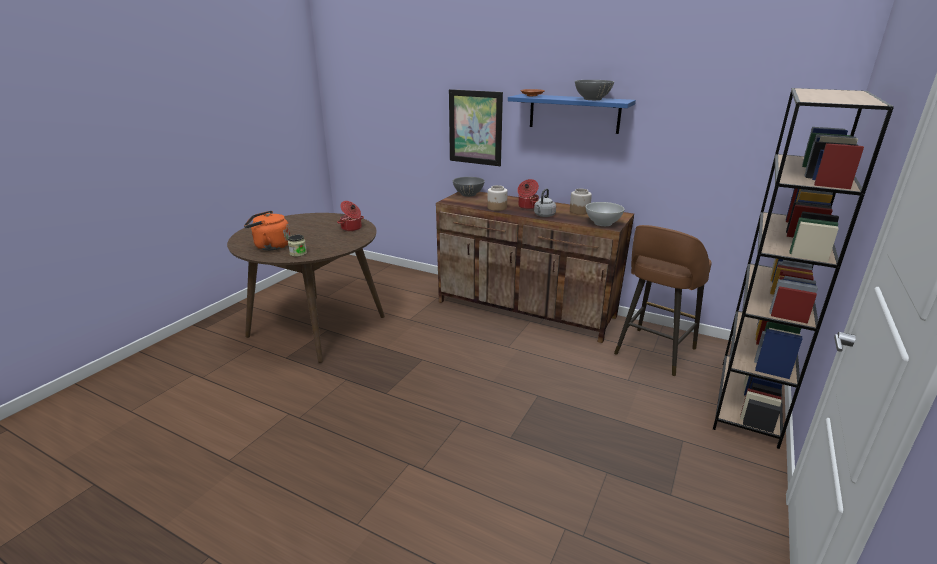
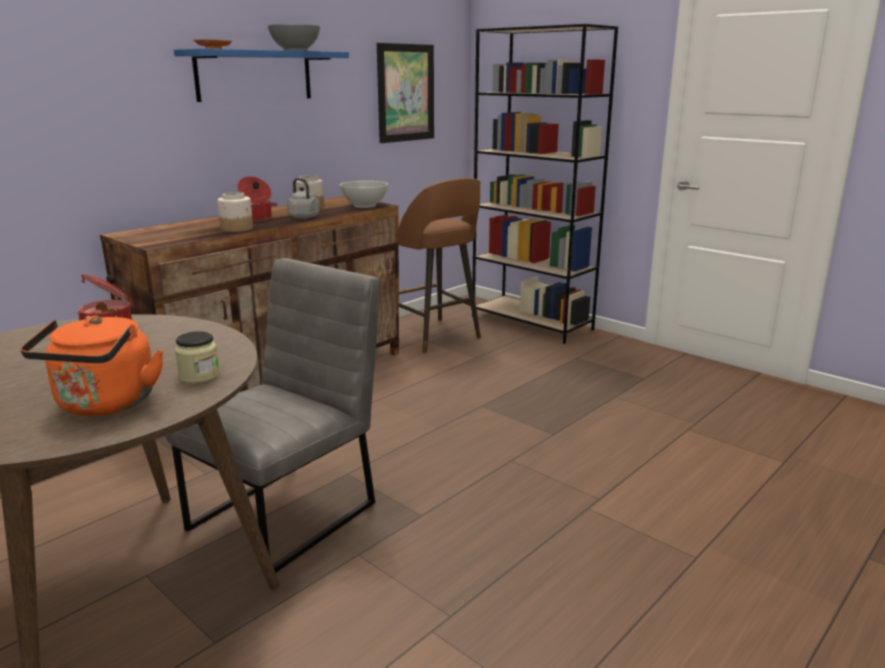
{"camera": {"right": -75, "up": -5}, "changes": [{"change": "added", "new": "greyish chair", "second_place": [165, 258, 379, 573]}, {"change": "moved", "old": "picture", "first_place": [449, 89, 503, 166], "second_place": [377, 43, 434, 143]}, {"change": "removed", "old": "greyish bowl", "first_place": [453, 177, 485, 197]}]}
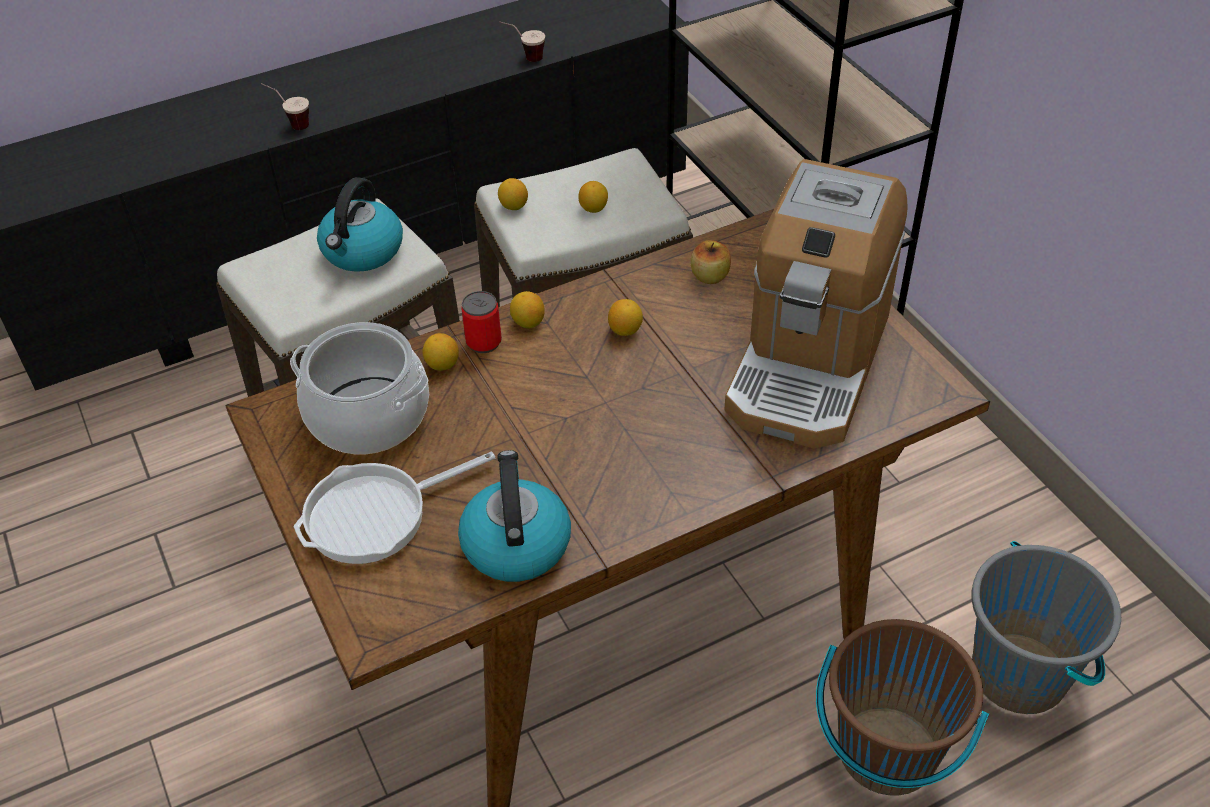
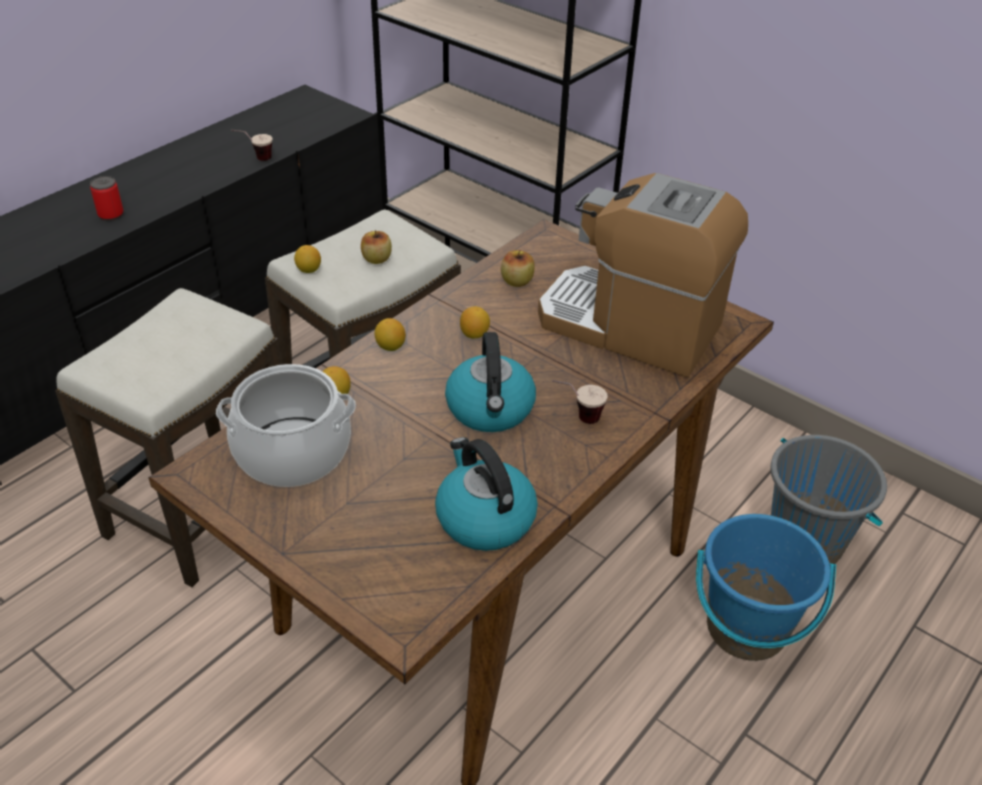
{"camera": {"right": -25, "up": -5}, "changes": [{"change": "moved", "old": "metal can", "first_place": [461, 291, 502, 353], "second_place": [90, 176, 124, 221]}, {"change": "replaced", "old": "whole lemon", "new": "apple", "first_place": [578, 181, 608, 213], "second_place": [361, 230, 392, 264]}, {"change": "moved", "old": "tea kettle", "first_place": [317, 177, 403, 272], "second_place": [445, 332, 536, 432]}, {"change": "turned", "old": "coffee machine", "first_place": [724, 159, 908, 448], "second_place": [538, 173, 748, 377], "degrees": 120}, {"change": "moved", "old": "drinking cup", "first_place": [261, 83, 309, 130], "second_place": [552, 380, 608, 424]}, {"change": "recoloured", "old": "brown bucket", "new": "bluish bucket", "first_place": [816, 619, 989, 795], "second_place": [696, 514, 836, 661]}, {"change": "removed", "old": "frying pan", "first_place": [294, 452, 495, 564]}]}
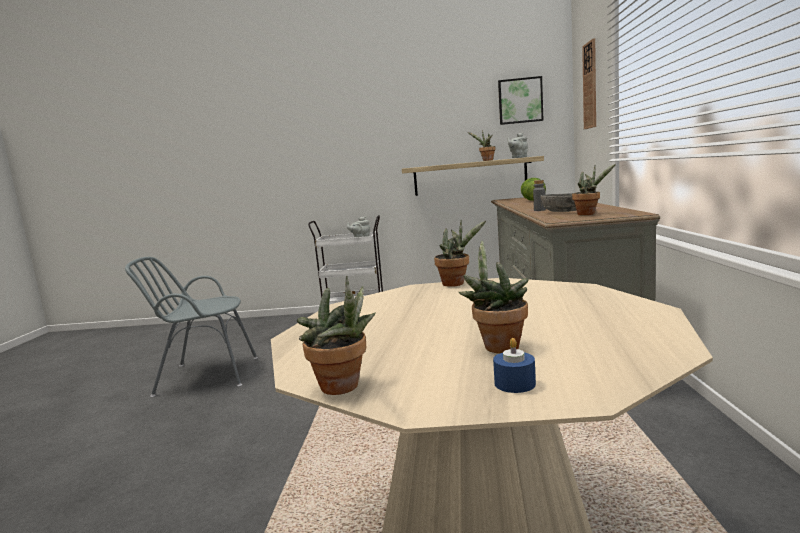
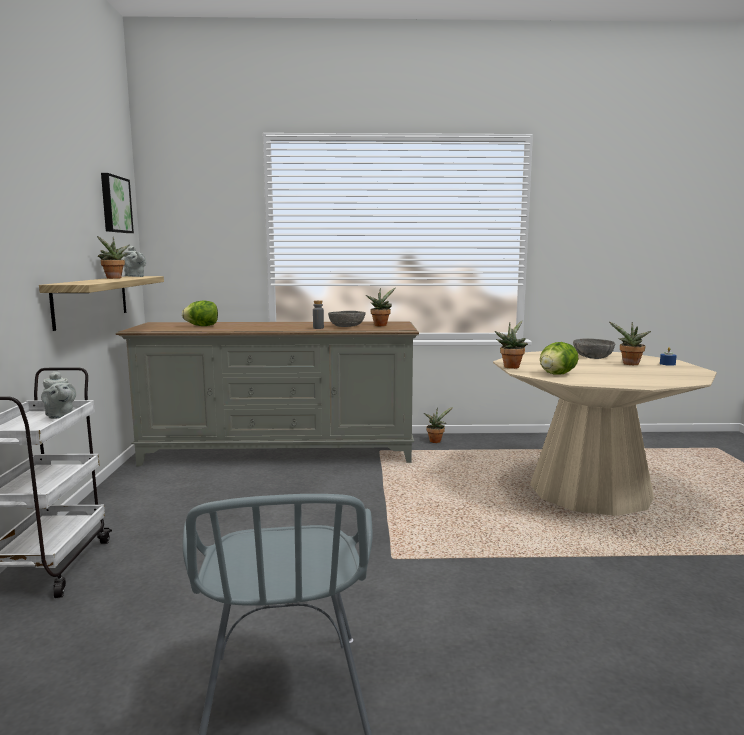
{"camera": {"right": -95, "up": 0}, "changes": [{"change": "moved", "old": "houseplant", "first_place": [297, 276, 376, 395], "second_place": [424, 407, 453, 443]}, {"change": "added", "new": "head of lettuce", "second_place": [540, 342, 579, 375]}, {"change": "added", "new": "greyish bowl", "second_place": [573, 339, 615, 359]}, {"change": "removed", "old": "hanging clock", "first_place": [582, 38, 596, 129]}]}
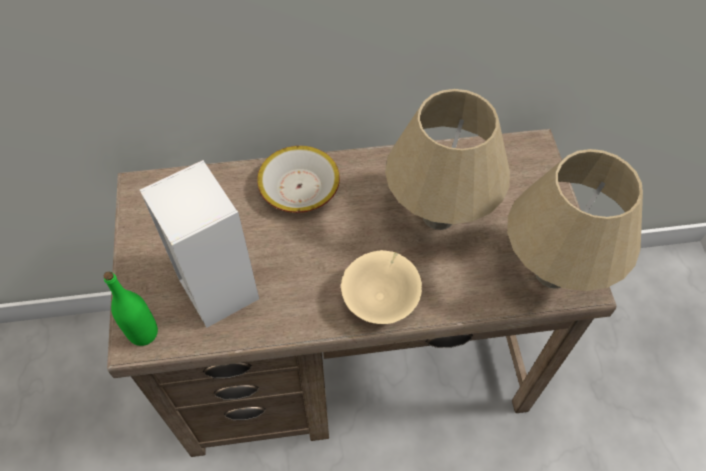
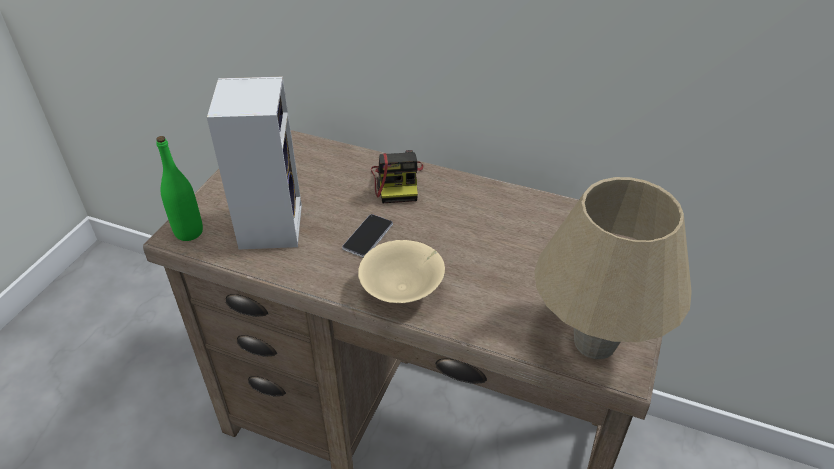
{"camera": {"right": 30, "up": -15}, "changes": [{"change": "added", "new": "handset", "second_place": [342, 214, 393, 257]}, {"change": "replaced", "old": "bowl", "new": "still camera", "first_place": [257, 146, 340, 213], "second_place": [371, 150, 423, 204]}, {"change": "removed", "old": "beige table lamp", "first_place": [385, 89, 510, 230]}]}
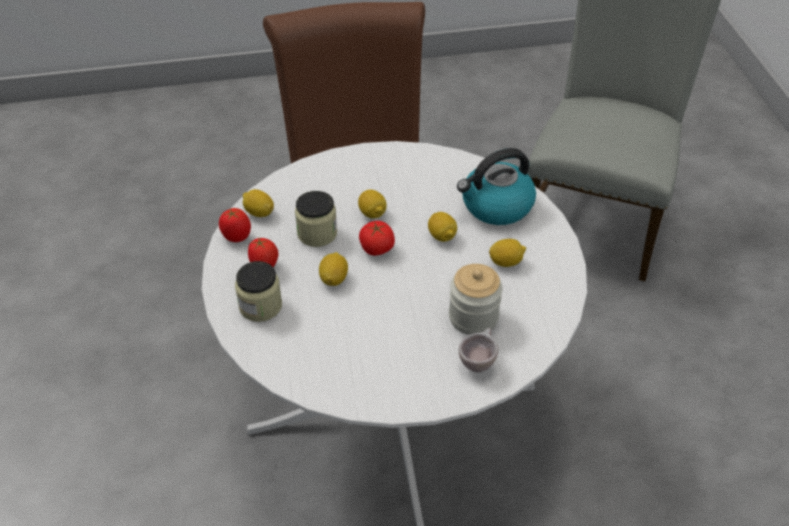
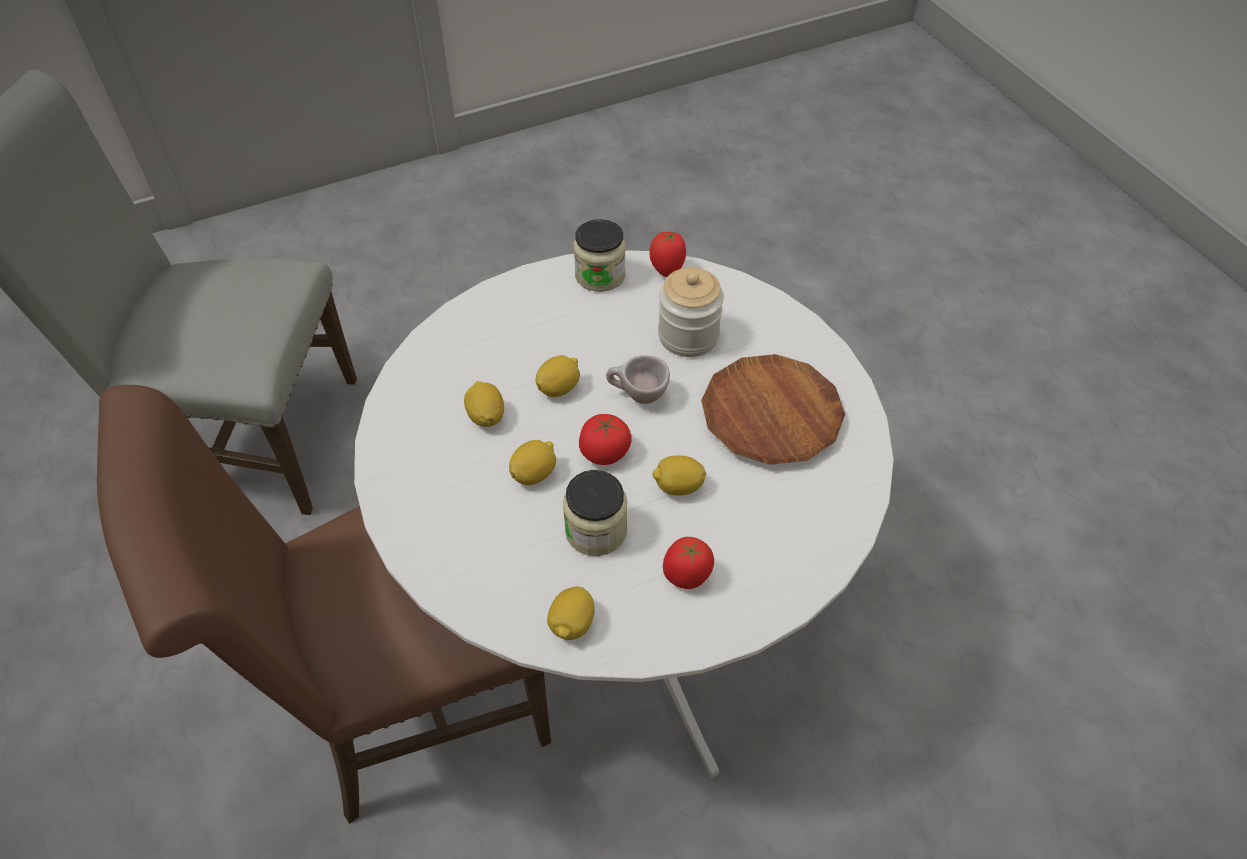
{"camera": {"right": -105, "up": 5}, "changes": [{"change": "moved", "old": "whole lemon", "first_place": [489, 239, 526, 267], "second_place": [464, 381, 504, 427]}, {"change": "moved", "old": "storage jar", "first_place": [235, 261, 282, 322], "second_place": [574, 219, 626, 292]}, {"change": "moved", "old": "beige drinking cup", "first_place": [459, 328, 498, 372], "second_place": [606, 355, 670, 404]}, {"change": "moved", "old": "fresh tomato", "first_place": [219, 208, 251, 242], "second_place": [650, 231, 686, 277]}, {"change": "added", "new": "brown flat dish", "second_place": [701, 354, 845, 465]}, {"change": "removed", "old": "tea kettle", "first_place": [457, 148, 536, 225]}]}
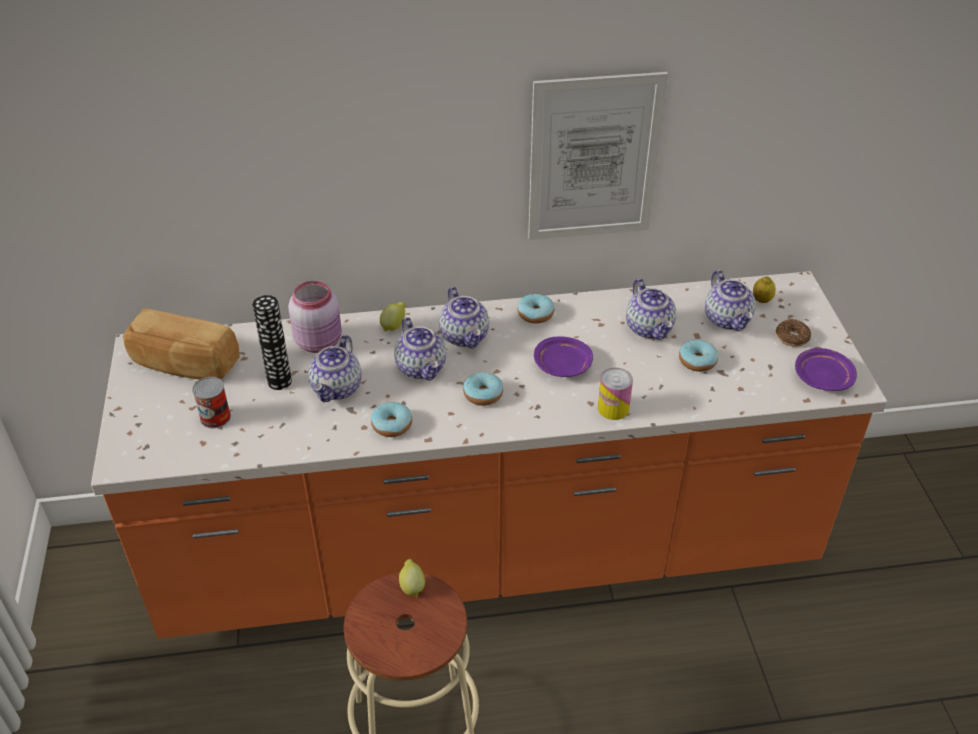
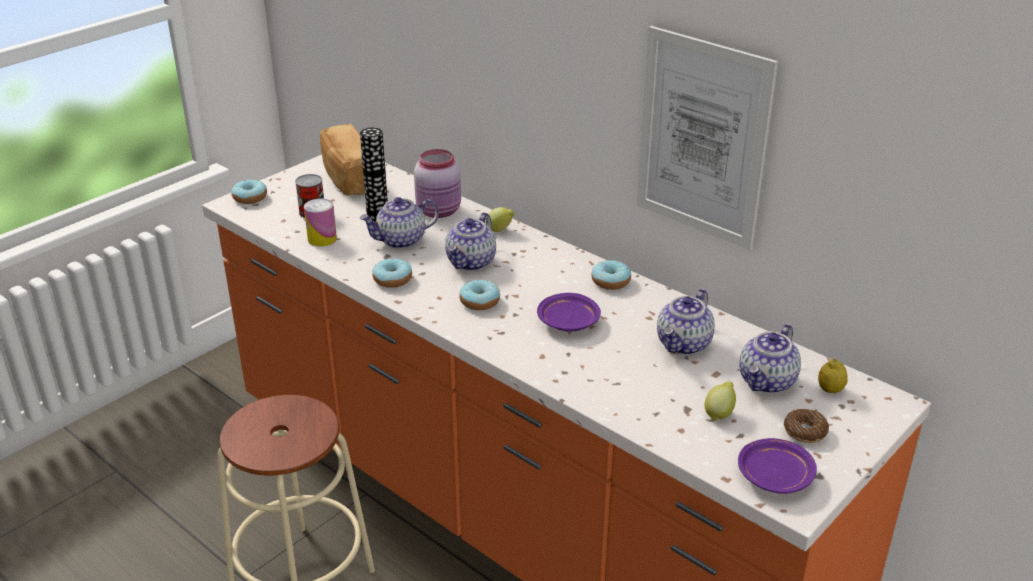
{"camera": {"right": 50, "up": -10}, "changes": [{"change": "moved", "old": "doughnut", "first_place": [679, 339, 718, 372], "second_place": [231, 180, 267, 204]}, {"change": "moved", "old": "metal can", "first_place": [598, 368, 633, 420], "second_place": [304, 198, 337, 247]}, {"change": "moved", "old": "whole lemon", "first_place": [399, 559, 425, 597], "second_place": [705, 382, 736, 421]}, {"change": "removed", "old": "teapot", "first_place": [439, 287, 489, 349]}]}
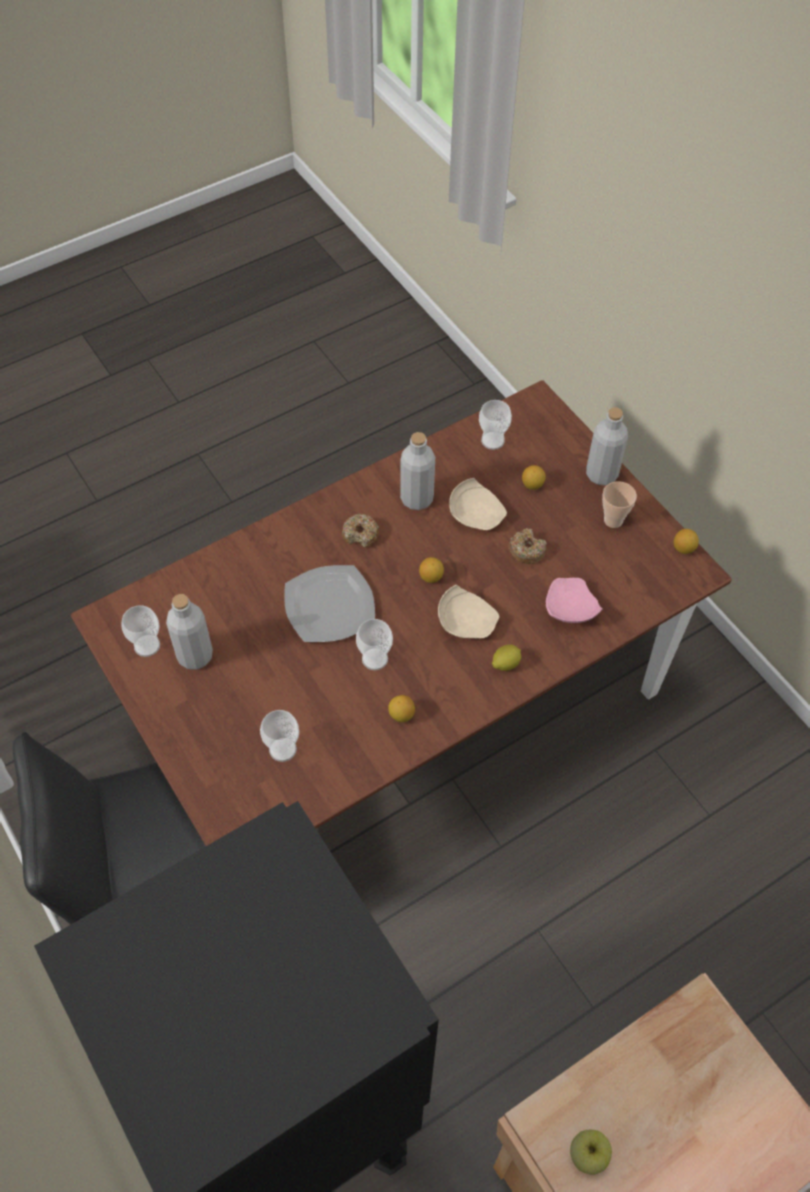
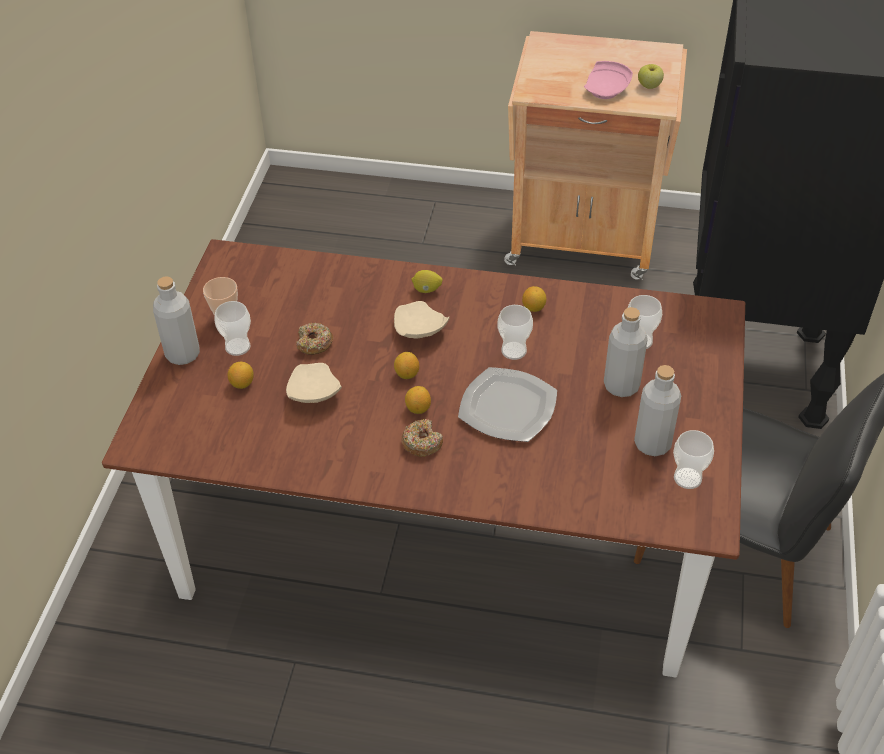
{"camera": {"right": -135, "up": -10}, "changes": [{"change": "moved", "old": "drinking cup", "first_place": [479, 400, 512, 450], "second_place": [214, 301, 251, 356]}, {"change": "moved", "old": "whole lemon", "first_place": [674, 529, 699, 554], "second_place": [405, 386, 431, 414]}, {"change": "moved", "old": "pink-coloured flat dish", "first_place": [546, 578, 603, 623], "second_place": [584, 61, 633, 99]}, {"change": "moved", "old": "greyish drink bottle", "first_place": [400, 432, 435, 510], "second_place": [604, 307, 648, 397]}]}
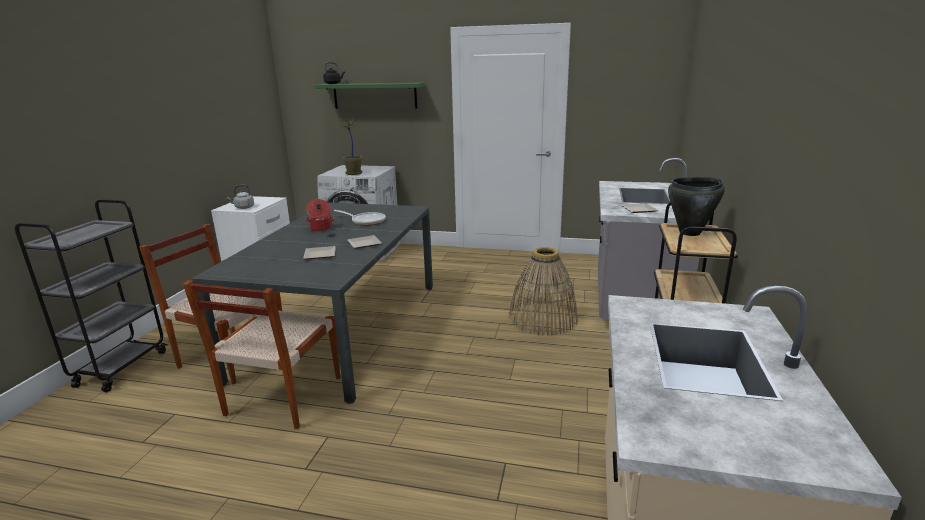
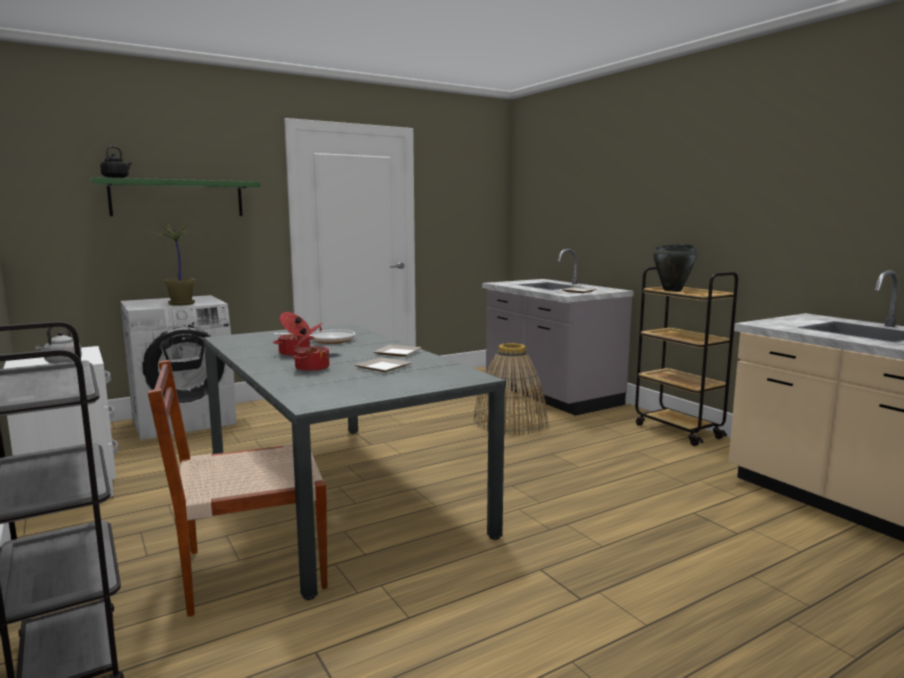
{"camera": {"right": -45, "up": -10}, "changes": [{"change": "added", "new": "saucepot", "second_place": [293, 323, 329, 372]}, {"change": "removed", "old": "chair", "first_place": [183, 280, 341, 429]}]}
